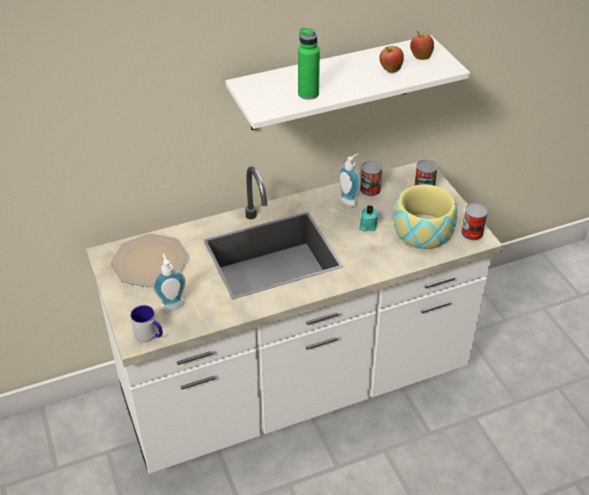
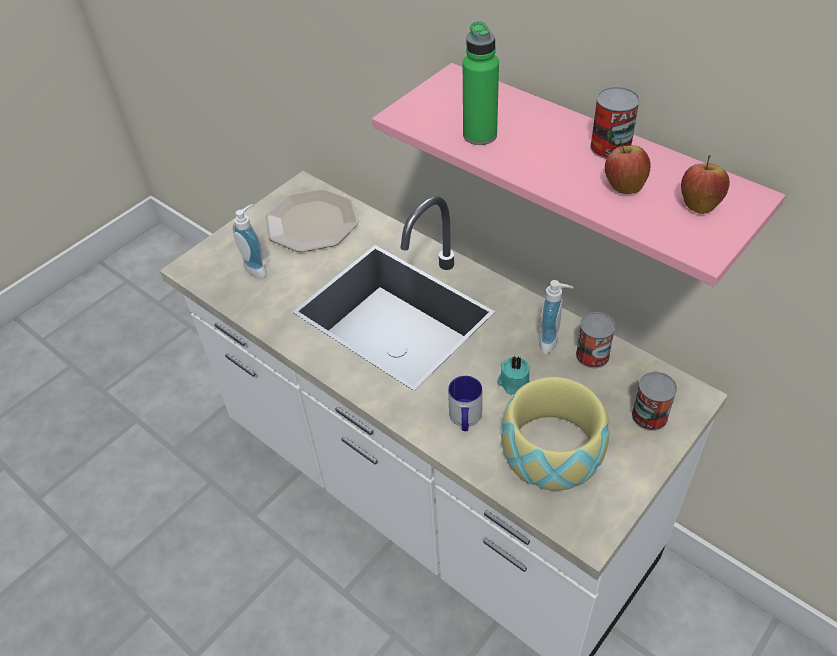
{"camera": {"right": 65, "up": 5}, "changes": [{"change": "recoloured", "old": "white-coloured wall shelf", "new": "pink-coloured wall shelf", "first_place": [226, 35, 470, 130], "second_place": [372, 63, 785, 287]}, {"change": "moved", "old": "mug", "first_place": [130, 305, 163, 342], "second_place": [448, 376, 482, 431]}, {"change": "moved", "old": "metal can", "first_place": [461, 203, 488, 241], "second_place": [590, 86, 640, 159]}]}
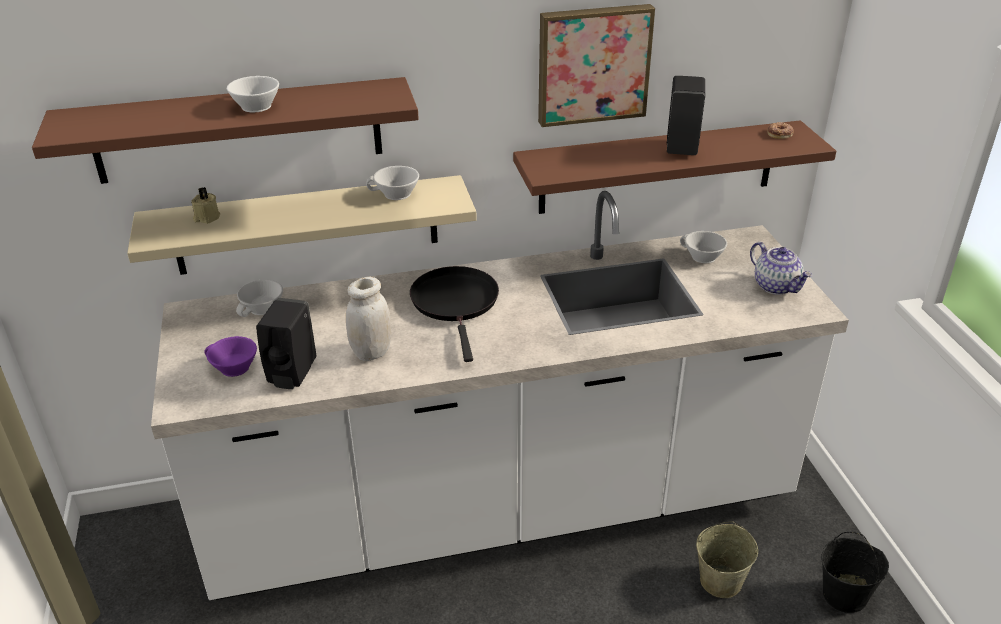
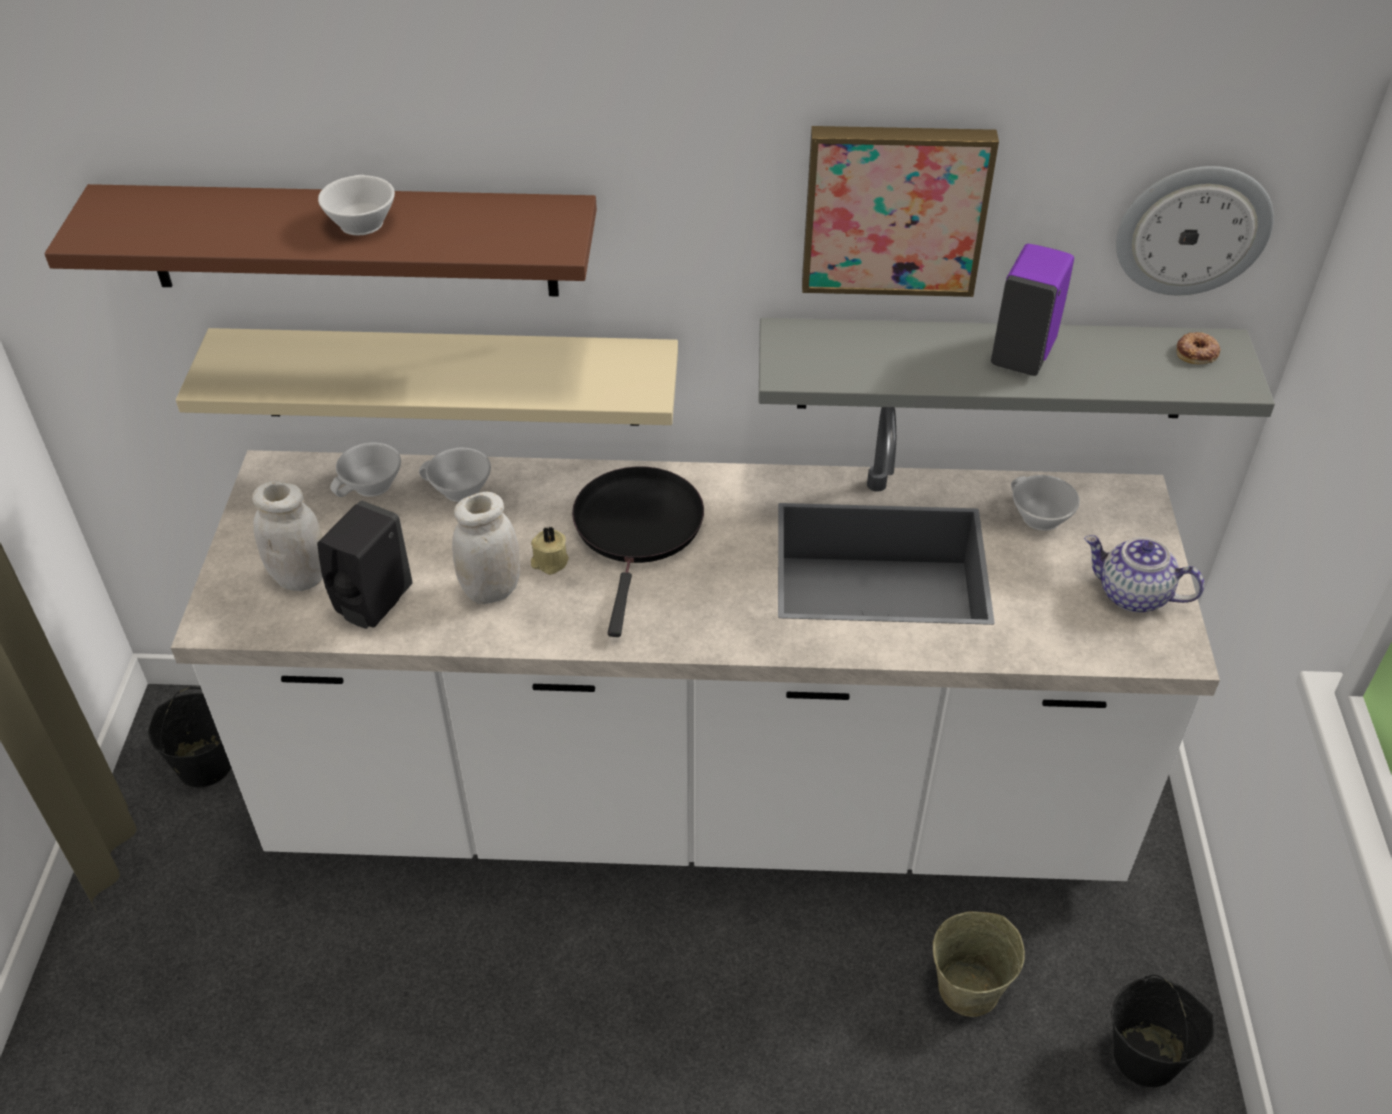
{"camera": {"right": 15, "up": 10}, "changes": [{"change": "added", "new": "black-coloured bucket", "second_place": [148, 687, 231, 787]}, {"change": "replaced", "old": "purple-coloured drinking cup", "new": "white-coloured storage jar", "first_place": [204, 336, 257, 377], "second_place": [252, 481, 323, 591]}, {"change": "moved", "old": "white-coloured drinking cup", "first_place": [366, 166, 419, 200], "second_place": [419, 448, 491, 502]}, {"change": "moved", "old": "beige wax light", "first_place": [191, 187, 220, 224], "second_place": [531, 526, 569, 575]}, {"change": "recoloured", "old": "brown wall shelf", "new": "greyish wall shelf", "first_place": [513, 120, 837, 214], "second_place": [759, 318, 1275, 418]}, {"change": "recoloured", "old": "black-coloured soap bottle", "new": "purple-coloured soap bottle", "first_place": [667, 76, 705, 155], "second_place": [991, 244, 1074, 376]}, {"change": "turned", "old": "teapot", "first_place": [750, 242, 812, 295], "second_place": [1084, 535, 1204, 613], "degrees": 135}, {"change": "added", "new": "hanging clock", "second_place": [1116, 166, 1274, 295]}]}
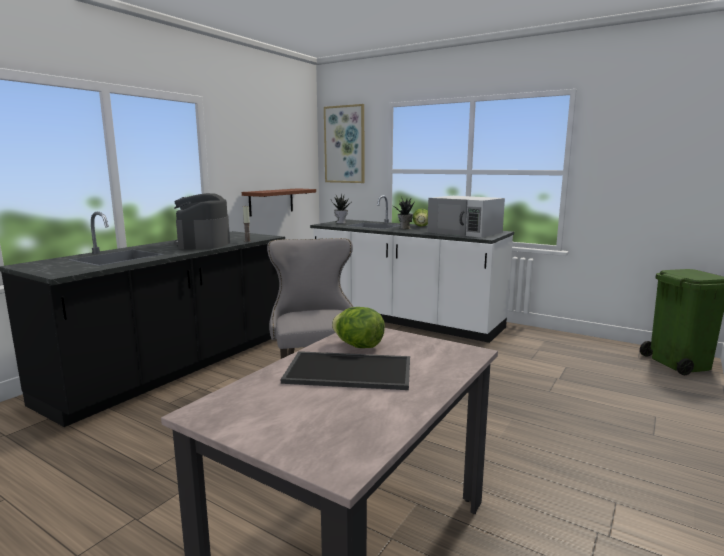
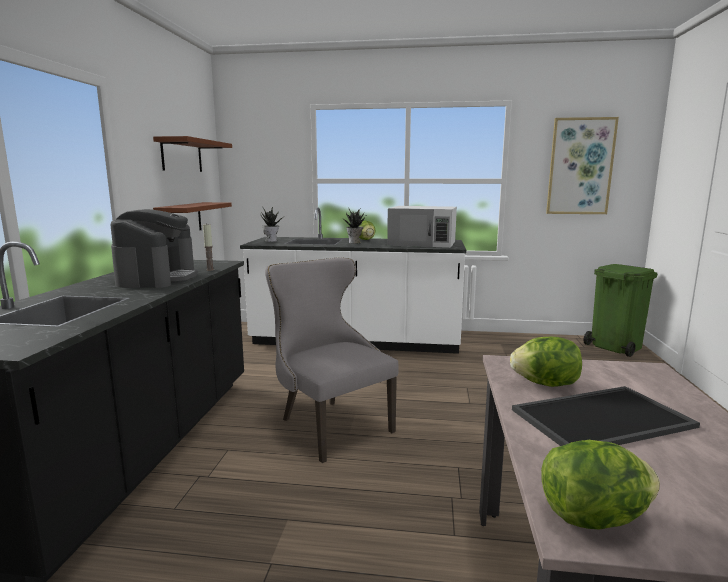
{"camera": {"right": -25, "up": 0}, "changes": [{"change": "turned", "old": "coffee machine", "first_place": [174, 193, 230, 249], "second_place": [111, 209, 198, 288], "degrees": -150}, {"change": "added", "new": "brown wall shelf", "second_place": [153, 136, 232, 172]}, {"change": "added", "new": "head of lettuce", "second_place": [541, 440, 660, 530]}, {"change": "moved", "old": "picture", "first_place": [324, 104, 364, 183], "second_place": [546, 117, 619, 214]}]}
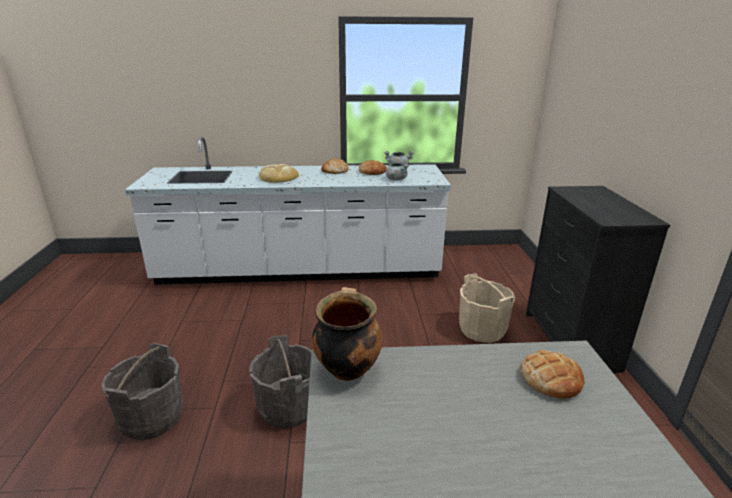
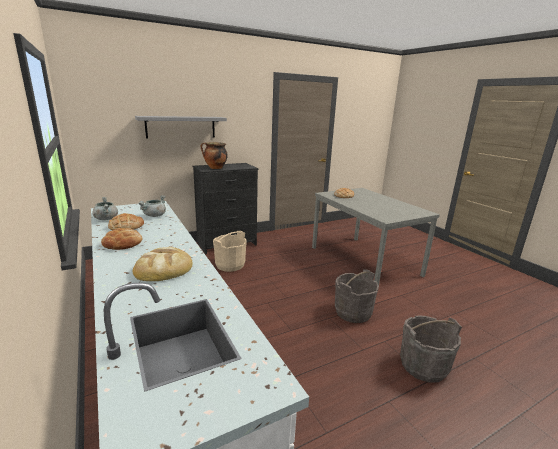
{"camera": {"right": -115, "up": -5}, "changes": [{"change": "added", "new": "greyish wall shelf", "second_place": [135, 116, 227, 139]}, {"change": "moved", "old": "saucepot", "first_place": [312, 287, 382, 381], "second_place": [201, 142, 228, 169]}]}
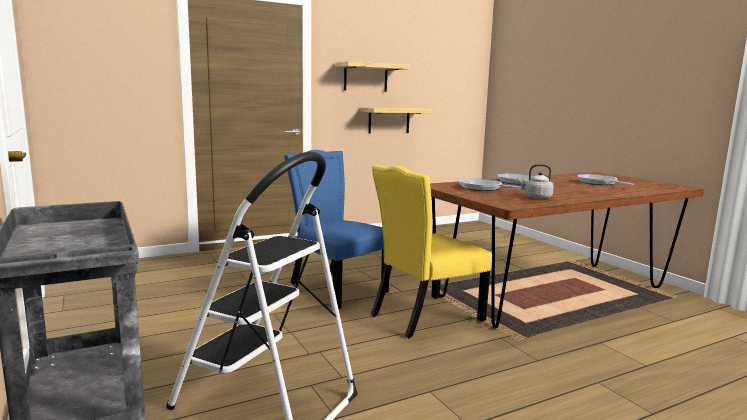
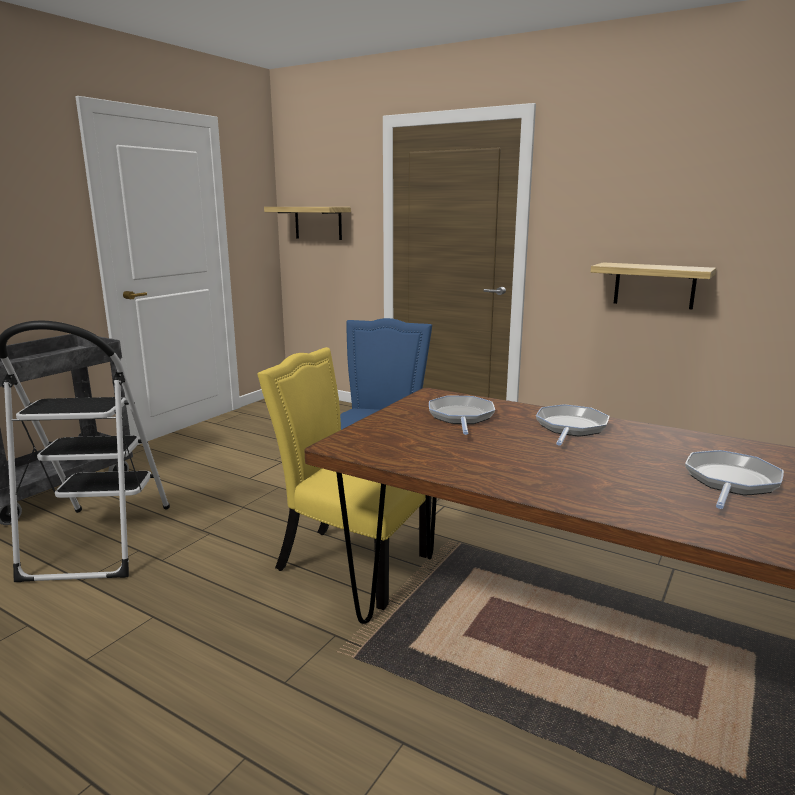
{"camera": {"right": 60, "up": 5}, "changes": [{"change": "moved", "old": "wall shelf", "first_place": [335, 61, 410, 92], "second_place": [264, 207, 351, 240]}, {"change": "removed", "old": "greyish tea kettle", "first_place": [517, 164, 554, 199]}]}
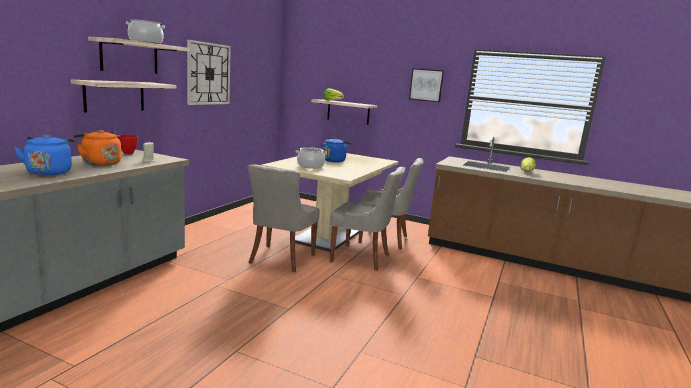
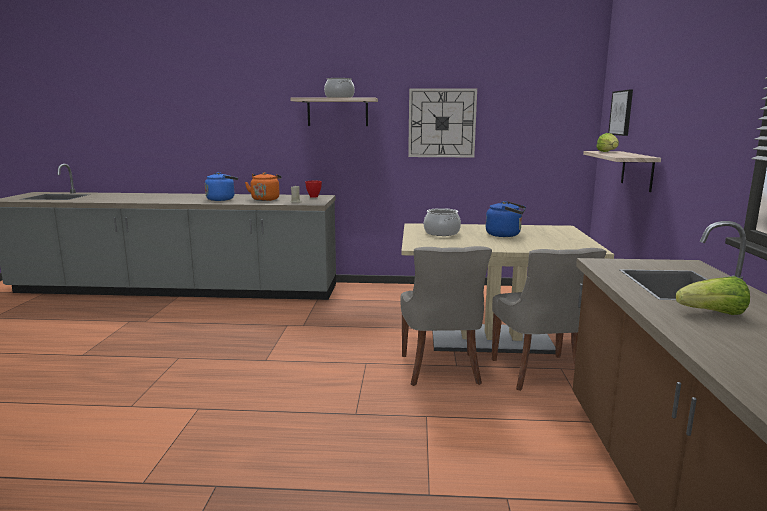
{"camera": {"right": 70, "up": 0}, "changes": [{"change": "moved", "old": "picture", "first_place": [409, 68, 444, 102], "second_place": [608, 90, 633, 136]}, {"change": "removed", "old": "wall shelf", "first_place": [71, 80, 176, 113]}, {"change": "removed", "old": "greyish chair", "first_place": [248, 165, 320, 273]}]}
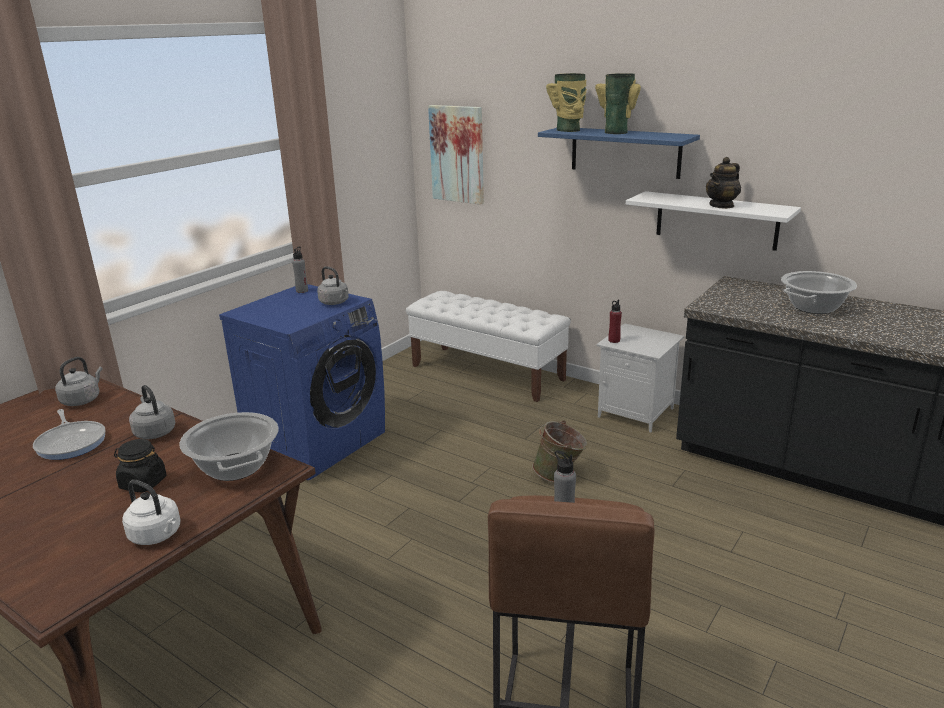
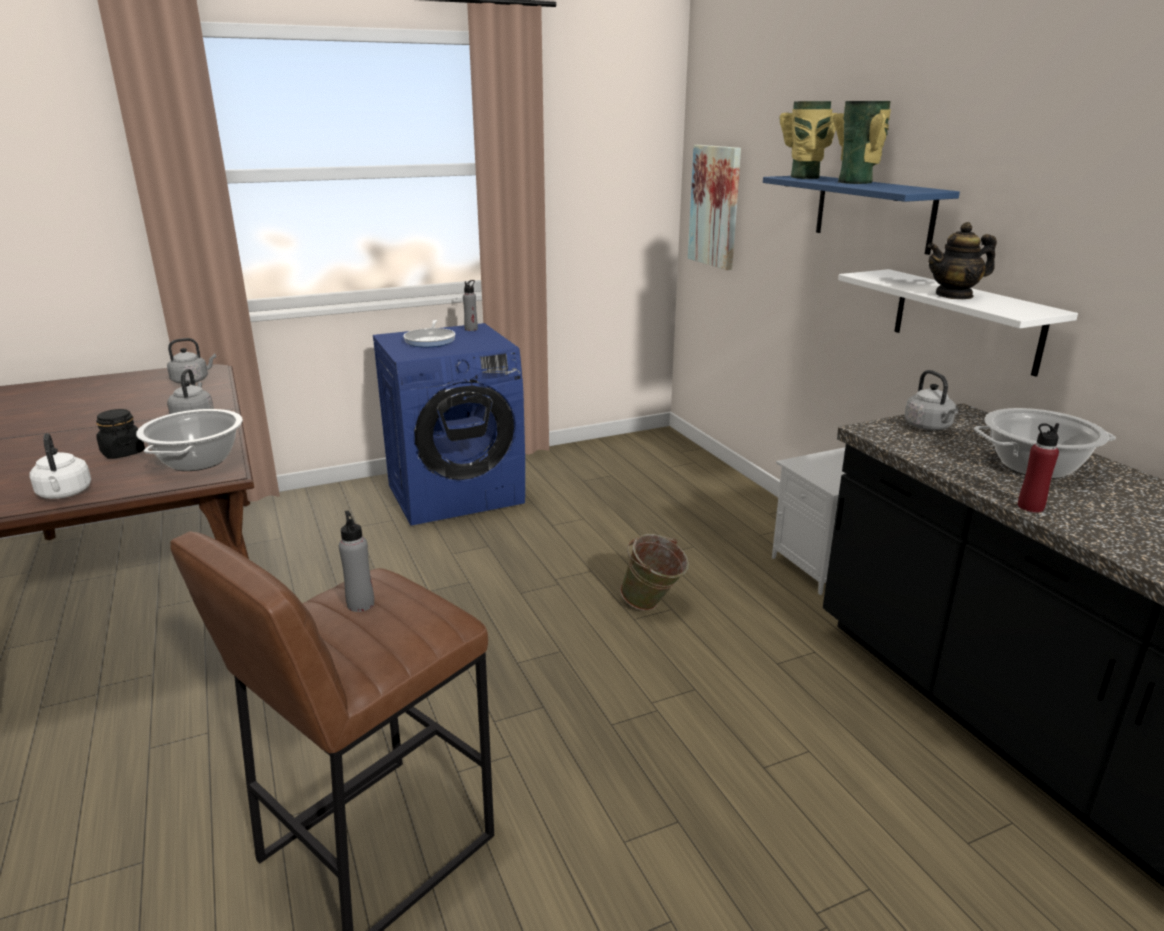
{"camera": {"right": 30, "up": 0}, "changes": [{"change": "moved", "old": "frying pan", "first_place": [33, 409, 106, 460], "second_place": [403, 320, 455, 347]}, {"change": "moved", "old": "greyish tea kettle", "first_place": [317, 266, 349, 305], "second_place": [904, 370, 958, 431]}, {"change": "moved", "old": "red-coloured drink bottle", "first_place": [608, 299, 622, 343], "second_place": [1018, 423, 1059, 513]}, {"change": "removed", "old": "white-coloured indoor bench", "first_place": [406, 291, 571, 402]}]}
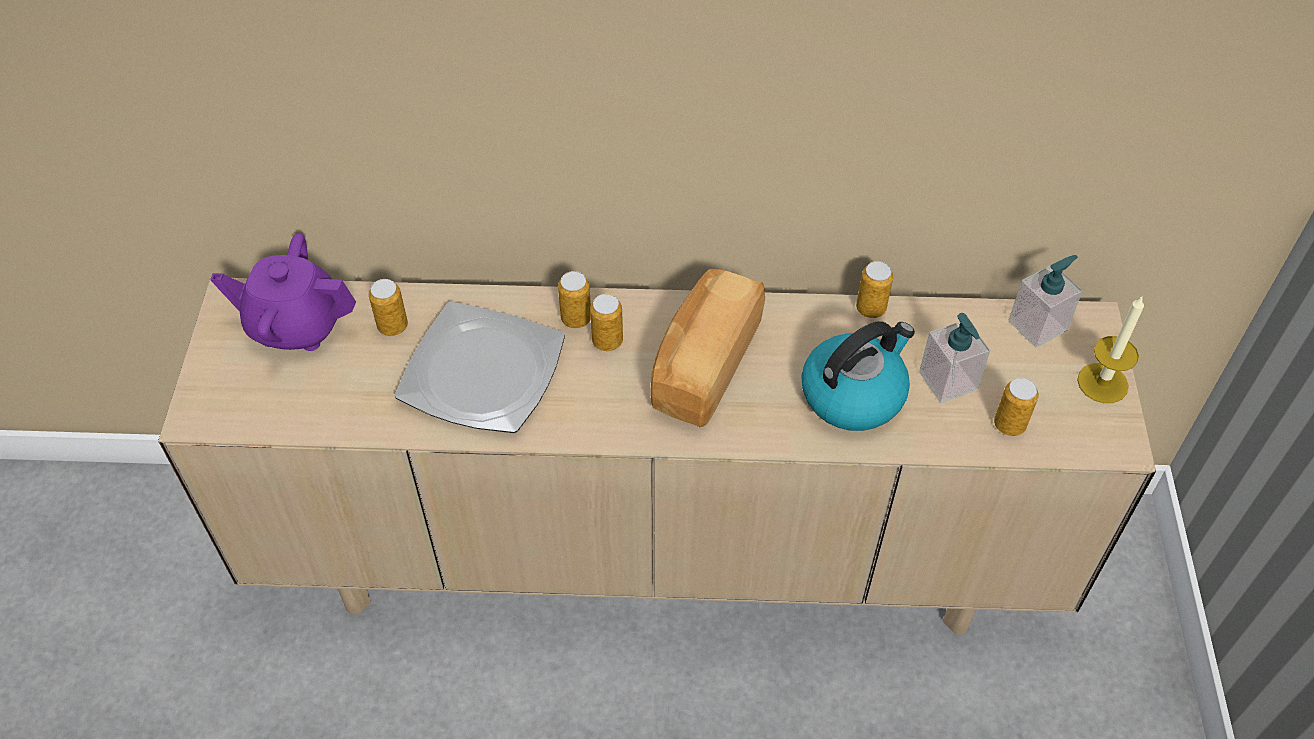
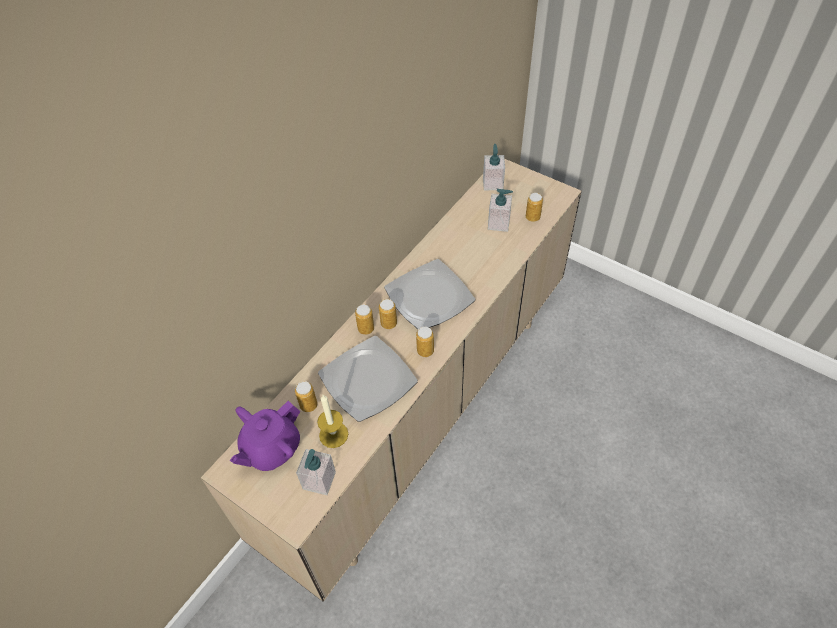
{"camera": {"right": -55, "up": 0}, "changes": [{"change": "added", "new": "soap bottle", "second_place": [296, 449, 336, 495]}, {"change": "moved", "old": "wax light", "first_place": [1077, 295, 1144, 403], "second_place": [317, 395, 348, 448]}, {"change": "replaced", "old": "baked bread", "new": "flat dish", "first_place": [650, 269, 765, 427], "second_place": [384, 259, 475, 330]}, {"change": "moved", "old": "metal can", "first_place": [856, 261, 893, 318], "second_place": [416, 327, 434, 357]}, {"change": "removed", "old": "tea kettle", "first_place": [802, 321, 915, 431]}]}
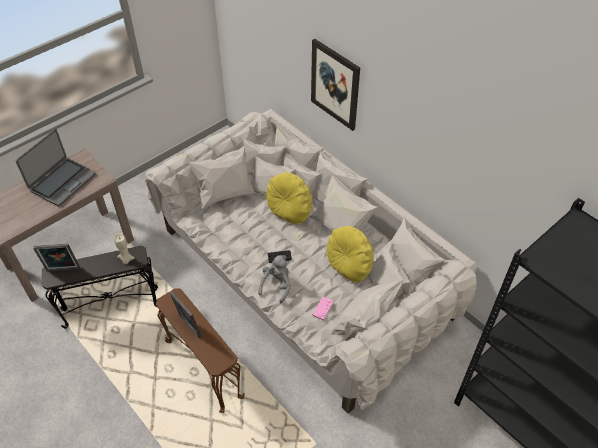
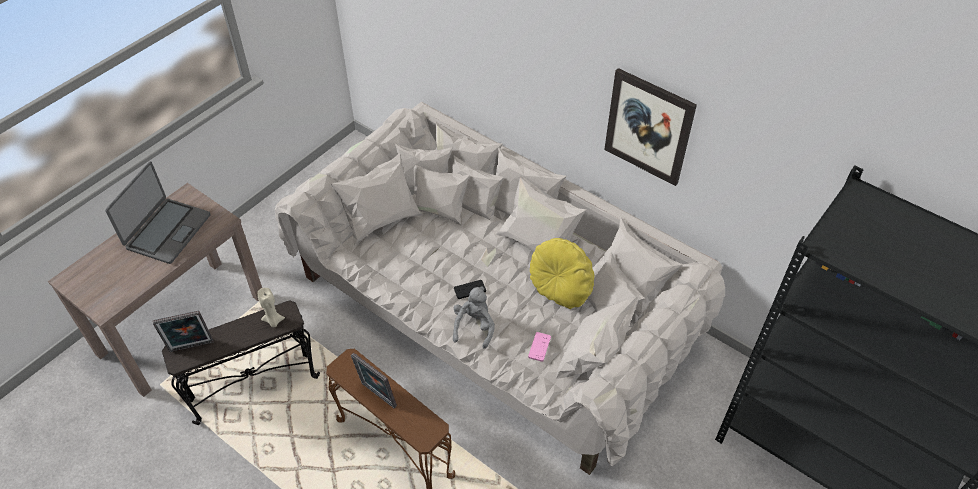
{"camera": {"right": -10, "up": 0}, "changes": [{"change": "moved", "old": "picture", "first_place": [311, 39, 360, 131], "second_place": [604, 68, 697, 186]}, {"change": "removed", "old": "yellow-coloured throw pillow", "first_place": [267, 172, 312, 225]}]}
